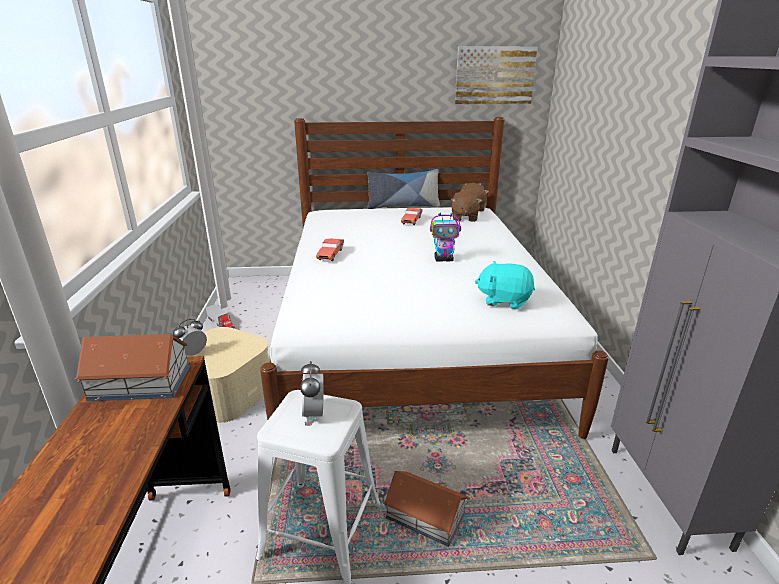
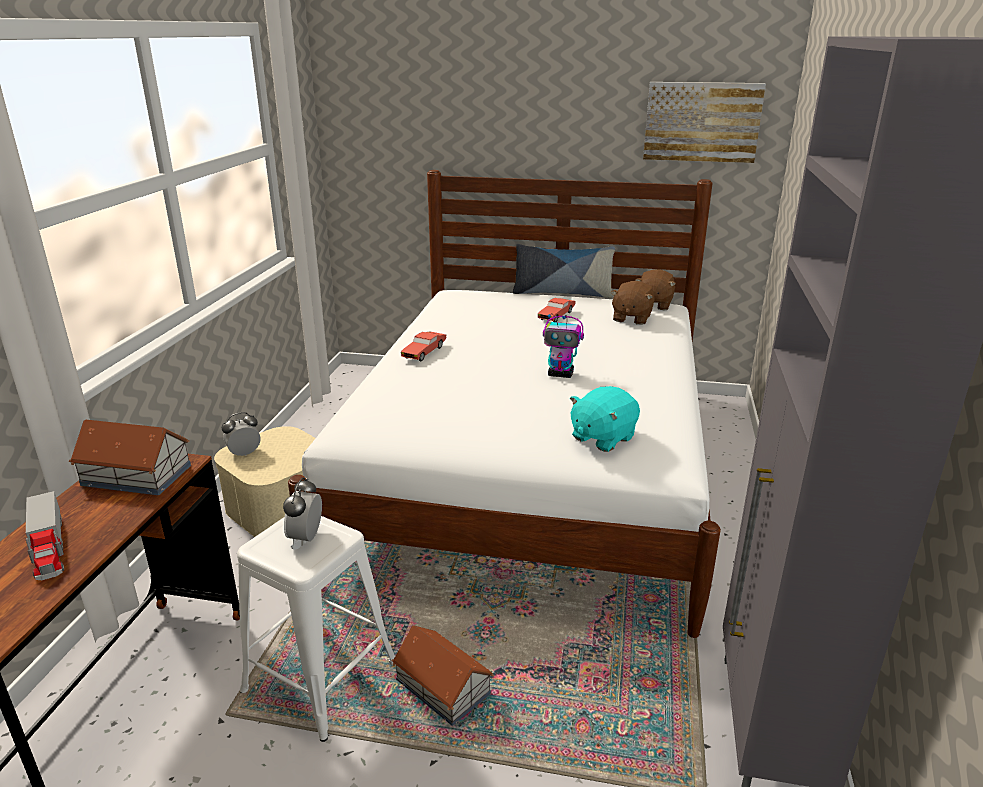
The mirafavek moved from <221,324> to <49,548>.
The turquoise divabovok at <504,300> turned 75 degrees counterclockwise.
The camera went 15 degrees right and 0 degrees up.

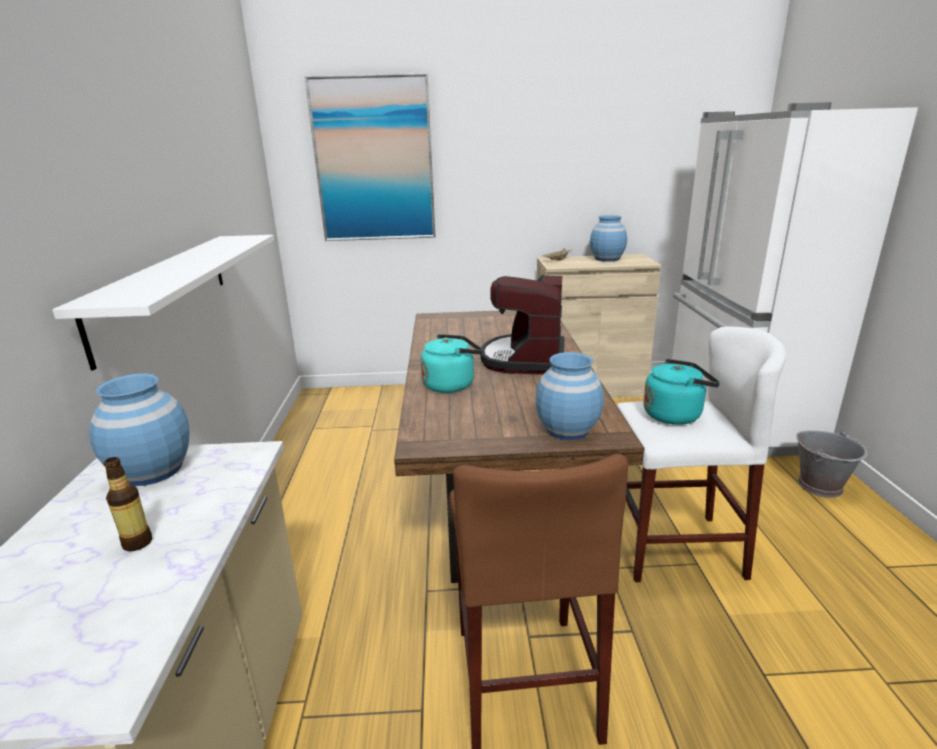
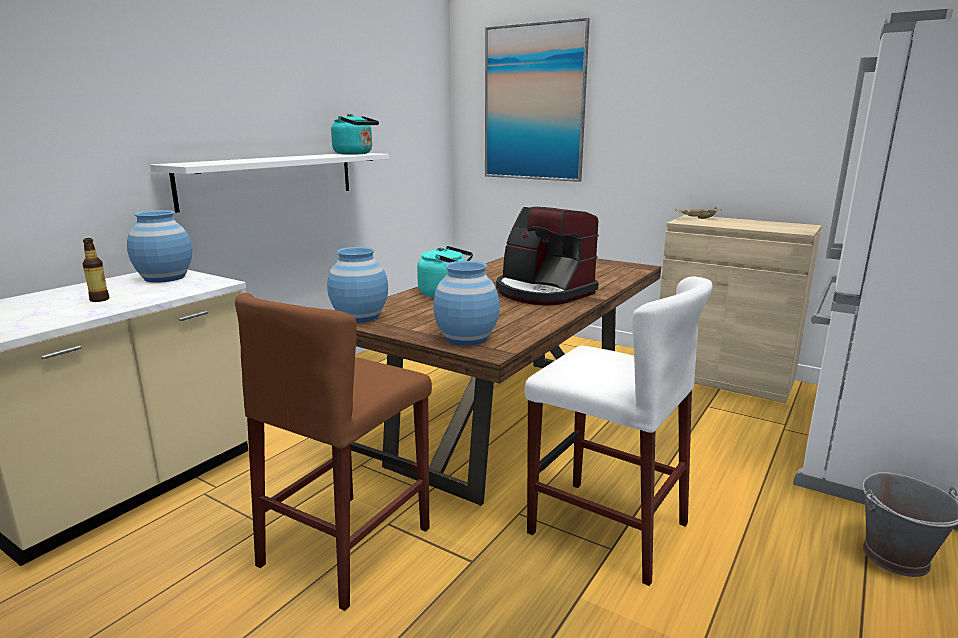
The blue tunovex moved from <606,259> to <359,316>.
The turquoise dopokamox moved from <675,415> to <355,154>.
The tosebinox at <525,359> turned 90 degrees counterclockwise.
The camera went 35 degrees right and 5 degrees down.

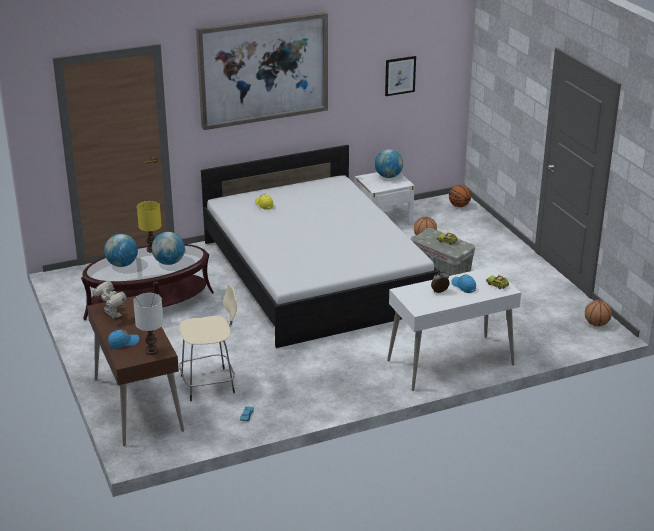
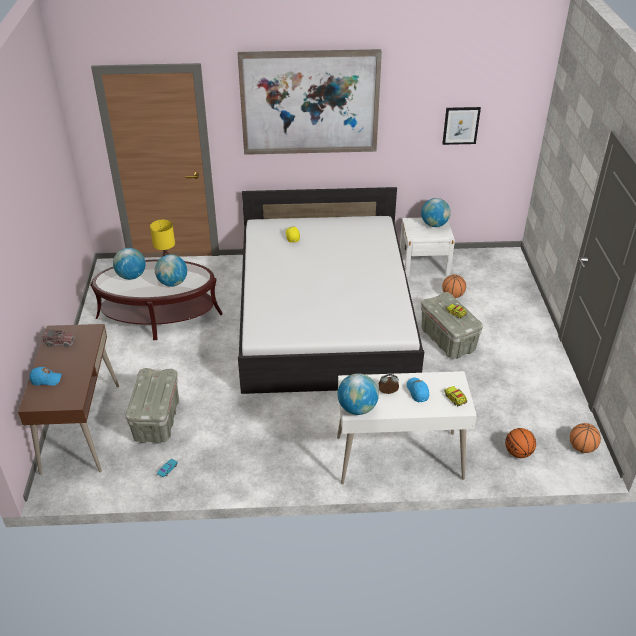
The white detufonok at <152,351> disappeared.
The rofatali at <357,408> appeared.
The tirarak moved from <459,205> to <518,452>.
The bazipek at <111,315> was replaced by the mirafavek at <59,342>.
The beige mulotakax at <210,384> was replaced by the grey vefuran at <157,421>.
The camera went 20 degrees right and 10 degrees up.

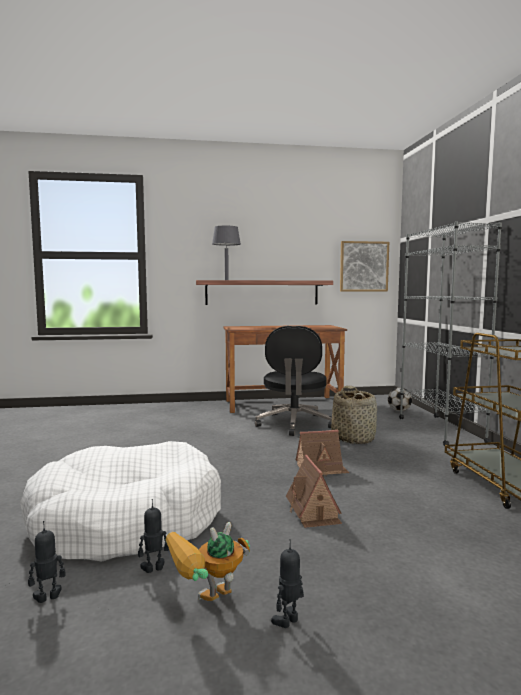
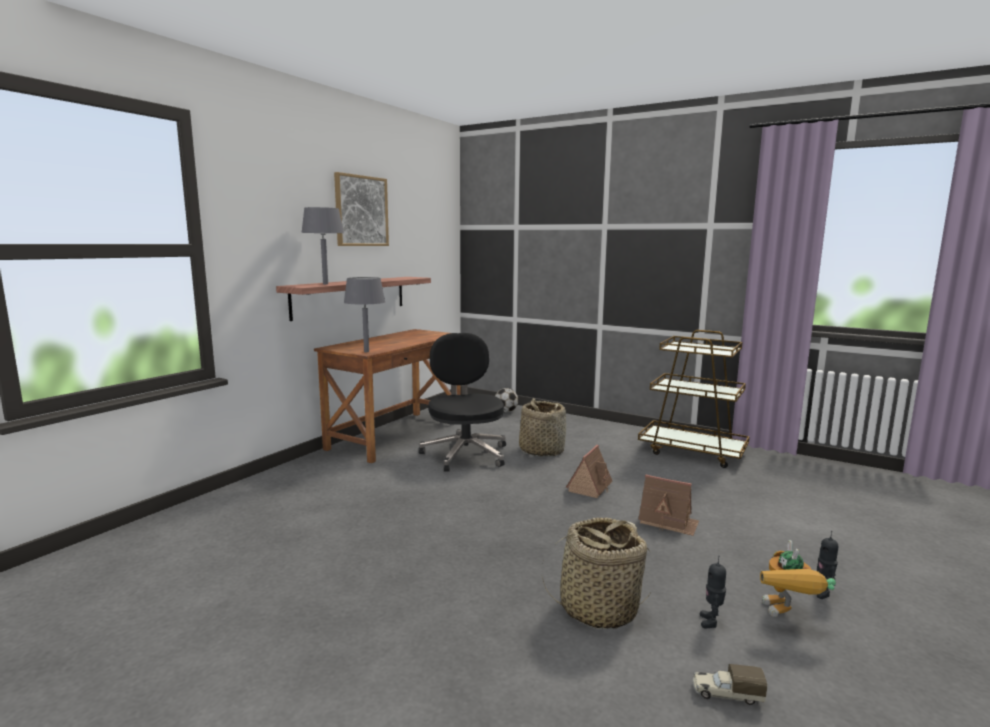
The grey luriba at <440,430> disappeared.
The grey detufonok at <366,351> appeared.
The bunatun moved from <363,266> to <361,211>.
The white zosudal at <126,520> was replaced by the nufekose at <598,608>.
The bazipek at <48,597> was replaced by the mirafavek at <726,694>.
The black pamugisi at <294,424> turned 150 degrees counterclockwise.
The camera went 50 degrees left and 5 degrees up.

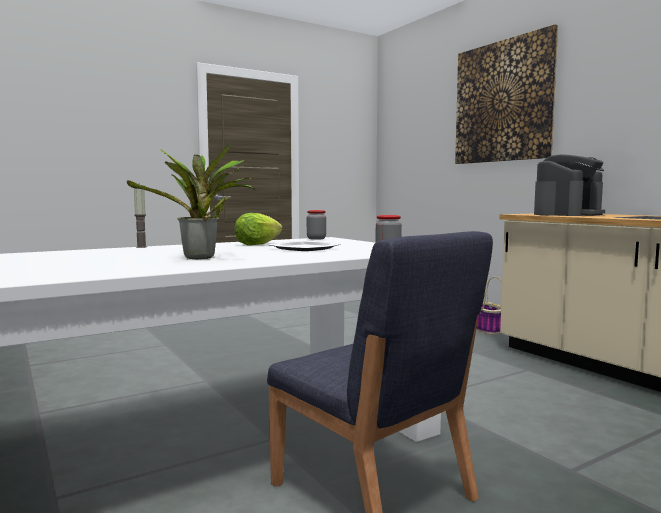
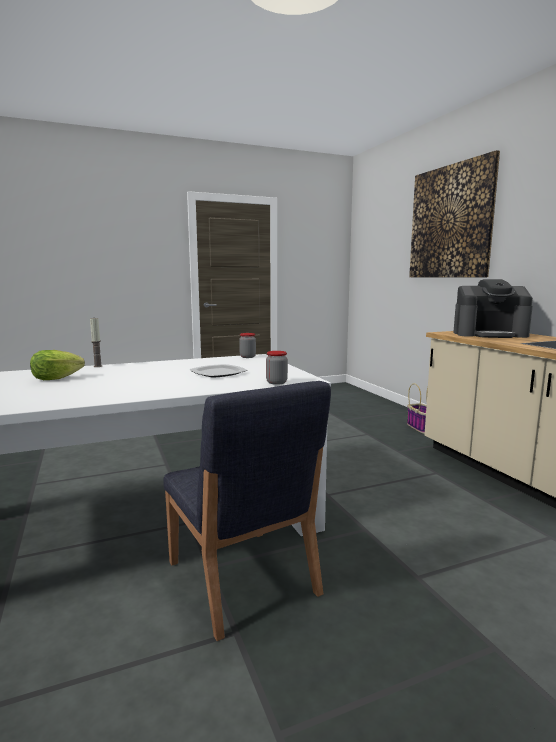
The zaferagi at <201,258> disappeared.
The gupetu moved from <257,244> to <56,379>.
The tosebinox at <568,214> turned 45 degrees clockwise.
The camera went 10 degrees right and 5 degrees up.

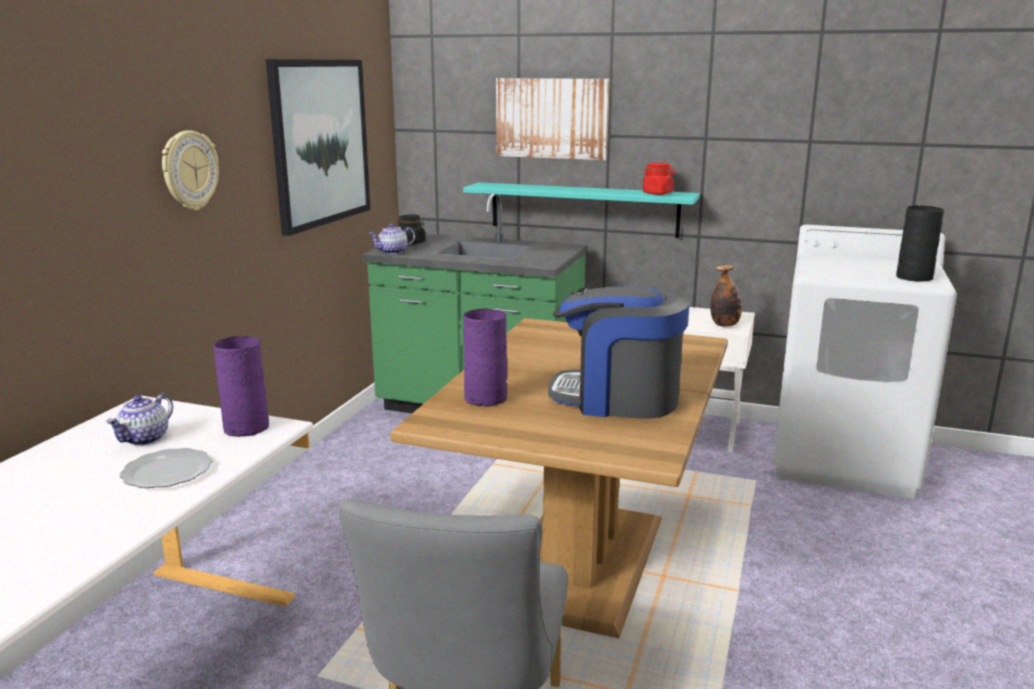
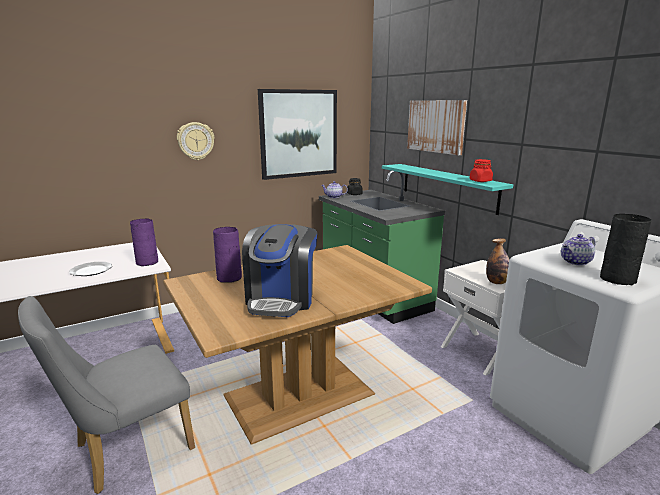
The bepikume moved from <145,439> to <575,262>.
The tosebinox at <617,398> turned 135 degrees counterclockwise.
The camera went 40 degrees right and 0 degrees up.

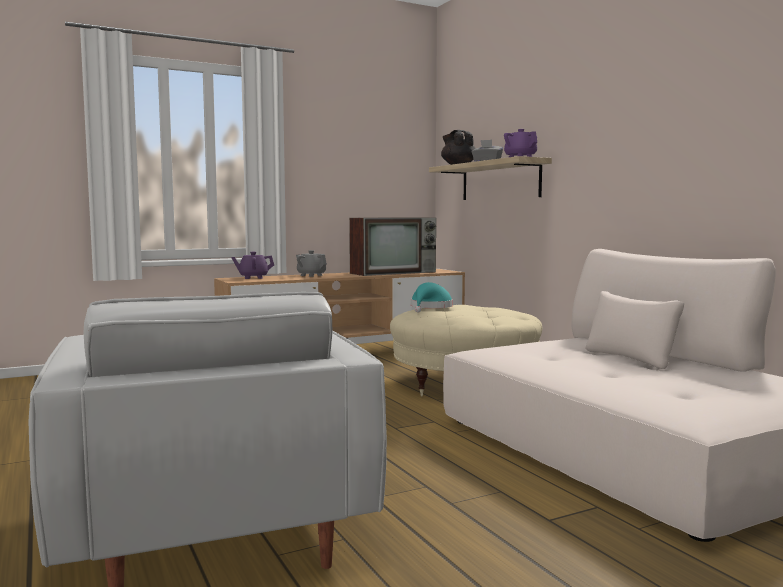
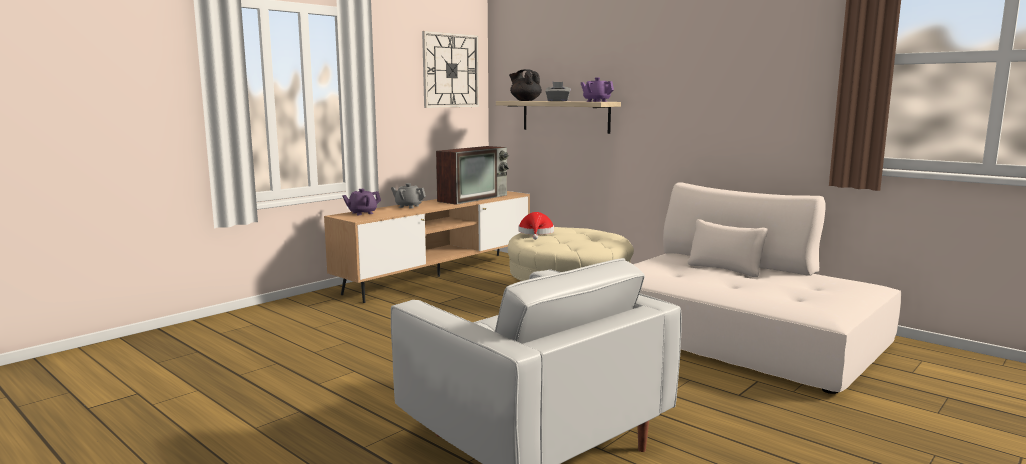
The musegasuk at <450,70> appeared.
The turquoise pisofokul at <430,308> became the red pisofokul at <536,233>.
The camera went 20 degrees left and 5 degrees up.

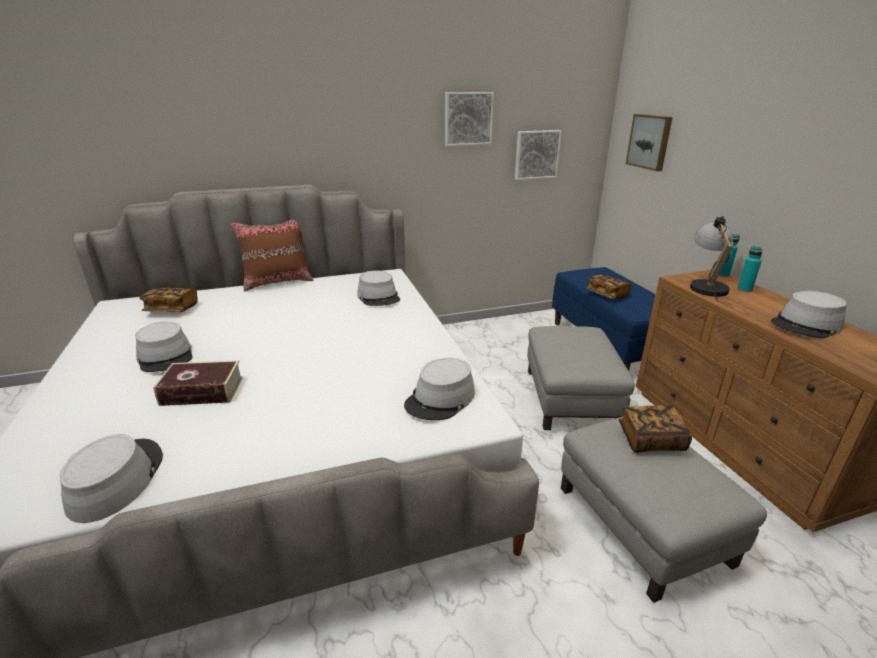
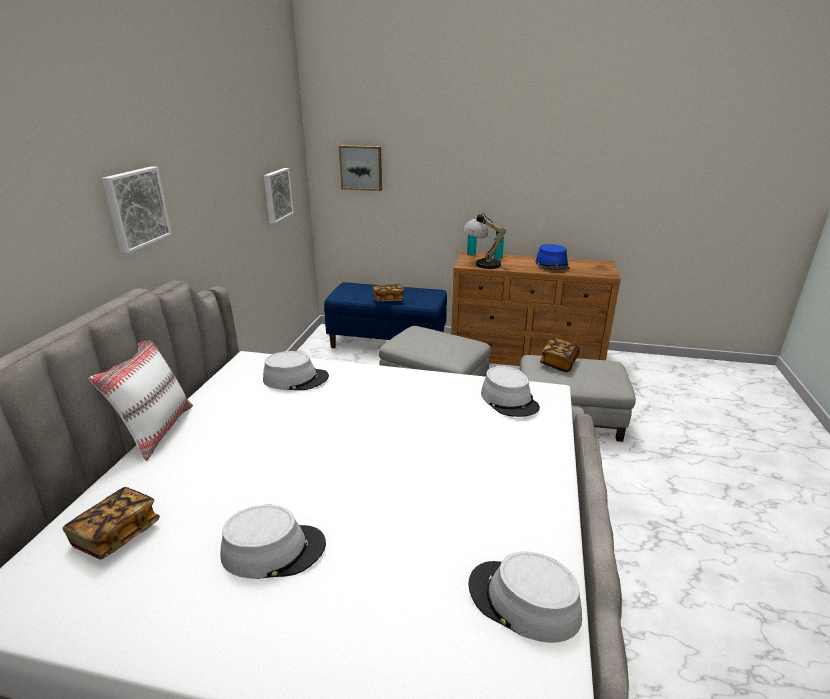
The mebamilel at <202,391> disappeared.
The bunatun moved from <467,119> to <135,208>.
The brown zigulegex at <278,282> became the white zigulegex at <157,430>.
The grey pisofokul at <806,325> became the blue pisofokul at <552,265>.
The camera went 60 degrees left and 0 degrees up.

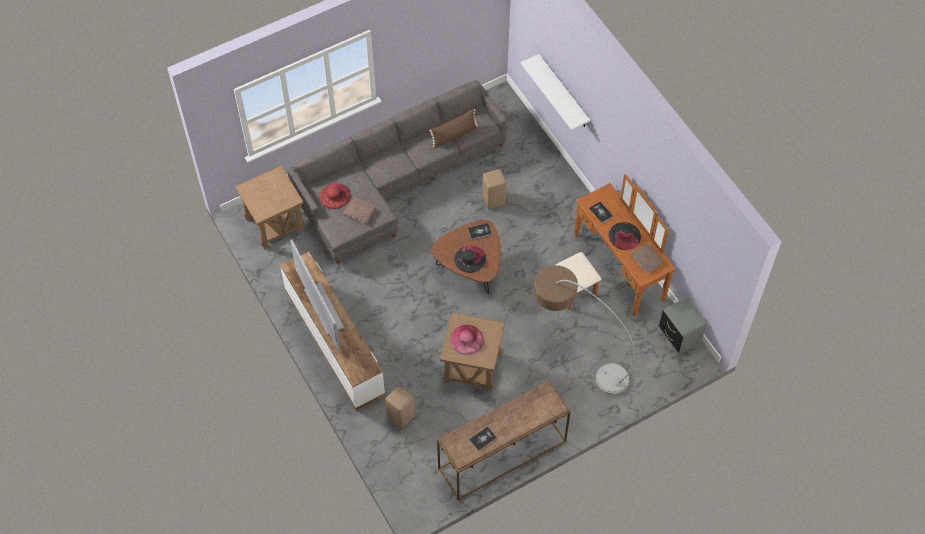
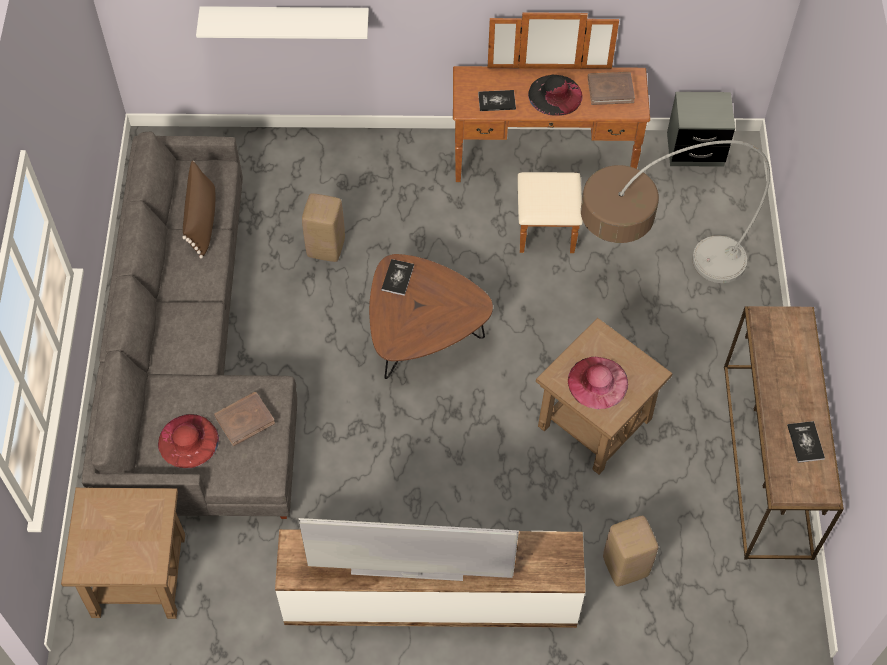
The black pisofokul at <470,259> disappeared.
The camera went 60 degrees left and 0 degrees up.

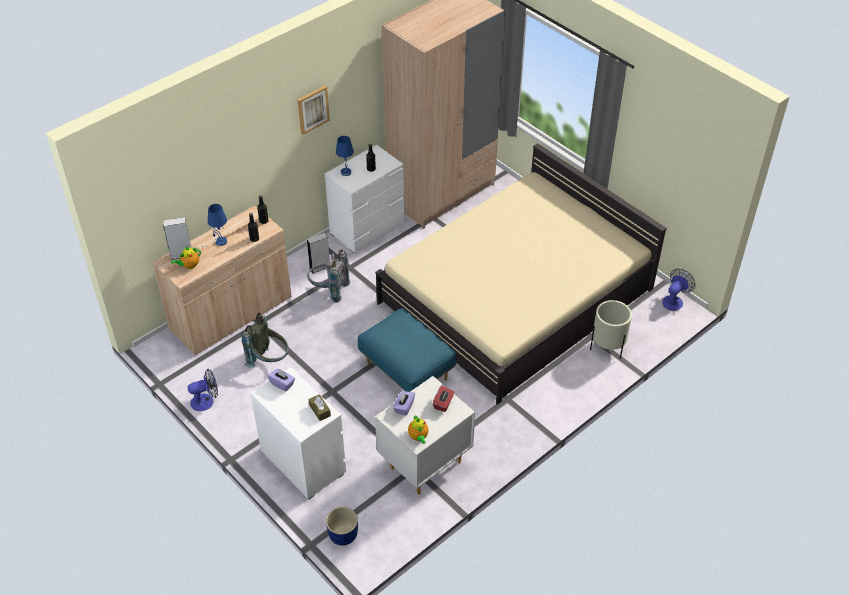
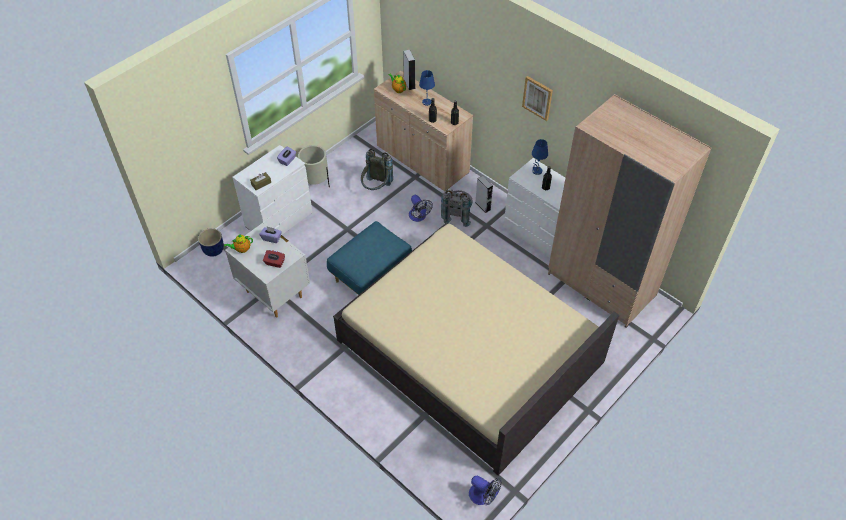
The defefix moved from <206,401> to <418,217>.
The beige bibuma moved from <607,348> to <316,183>.
The camera went 85 degrees right and 5 degrees up.

